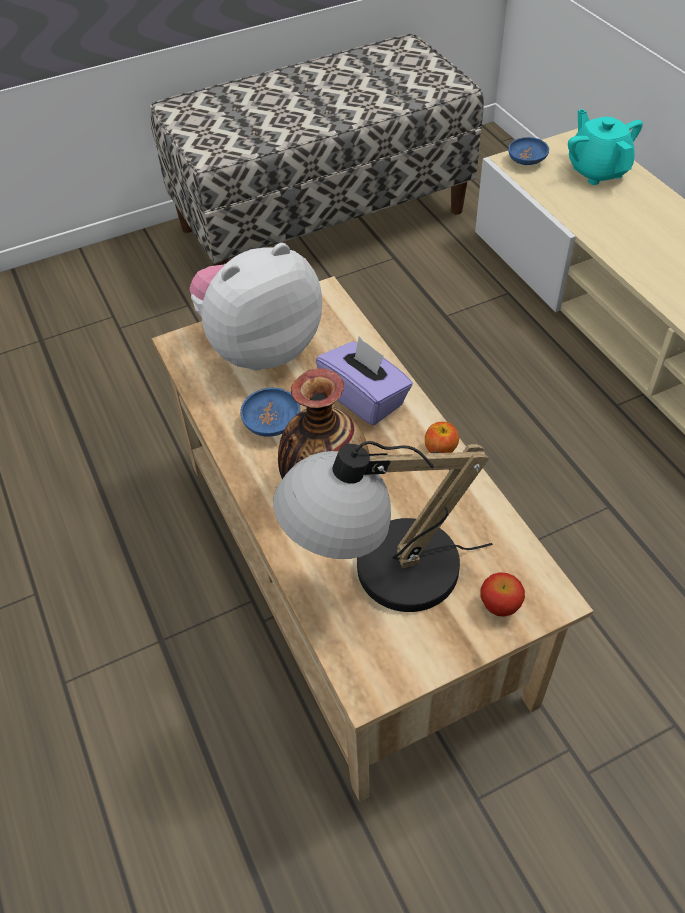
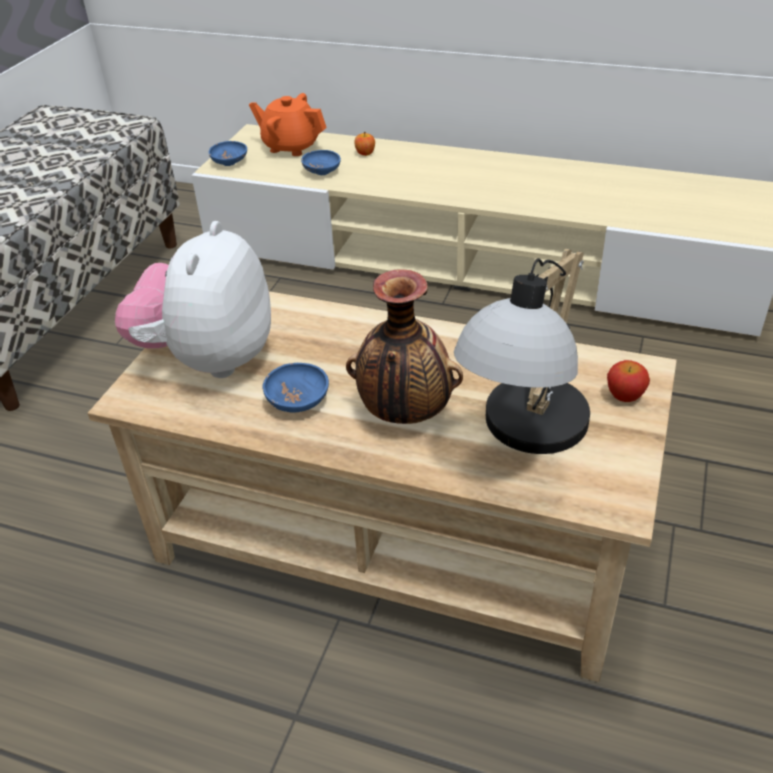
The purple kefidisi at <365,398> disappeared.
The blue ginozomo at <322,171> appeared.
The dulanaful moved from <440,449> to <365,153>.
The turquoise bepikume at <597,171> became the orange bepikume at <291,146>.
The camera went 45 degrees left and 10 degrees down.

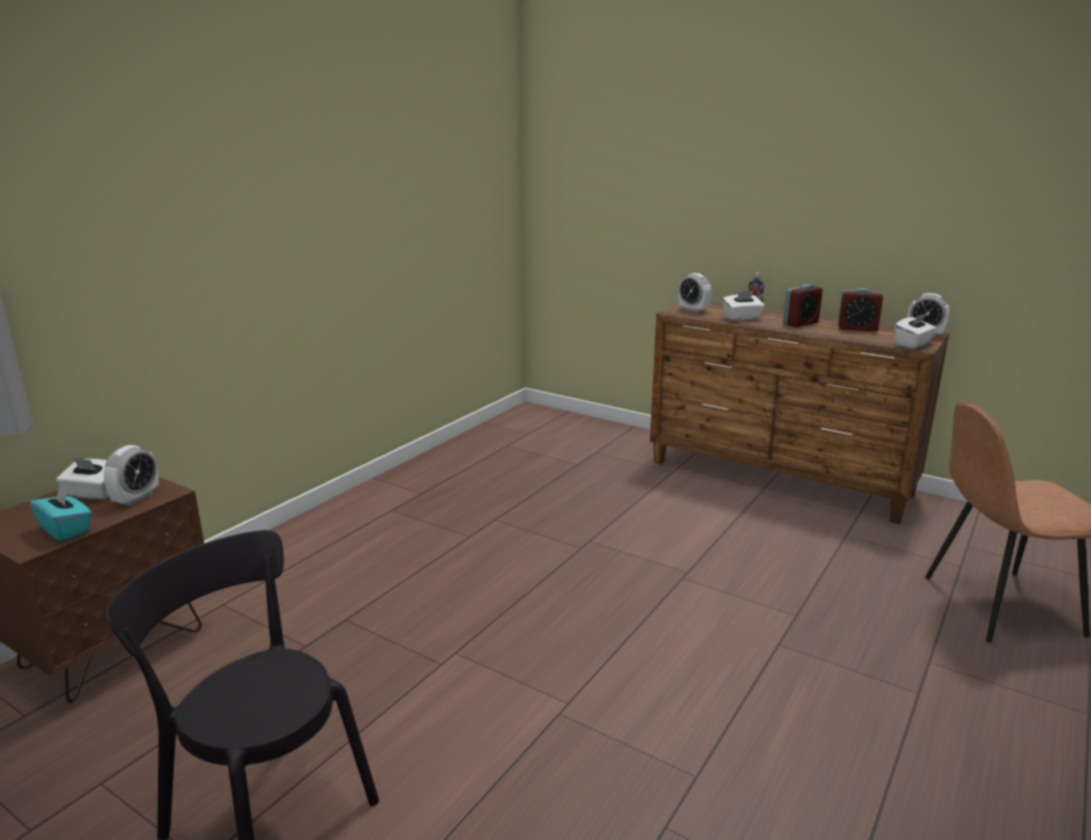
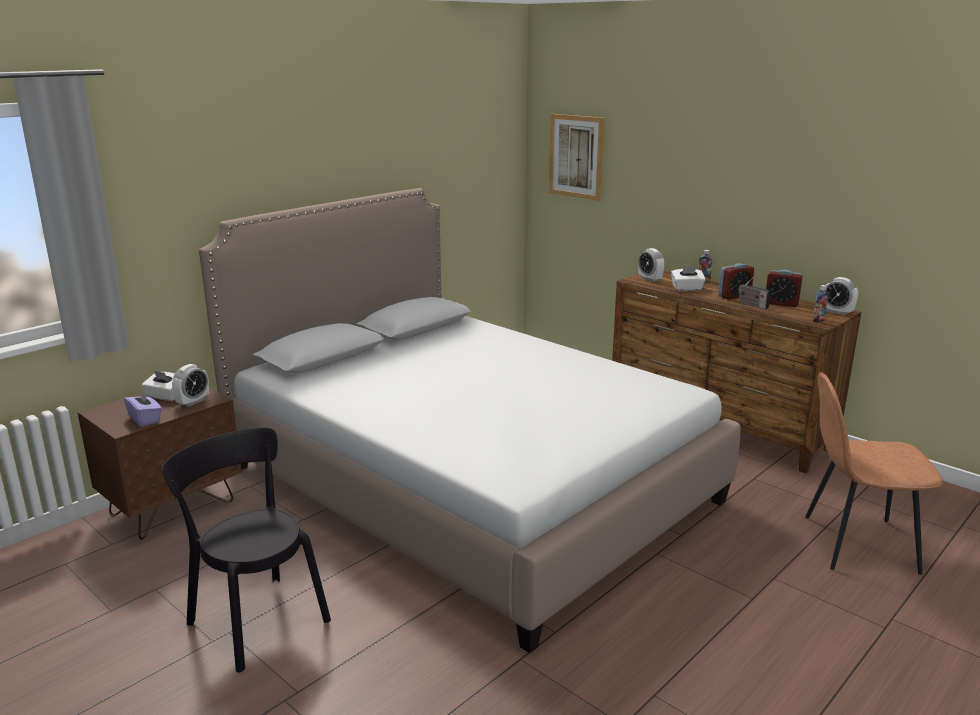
The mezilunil at <468,483> appeared.
The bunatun at <576,156> appeared.
The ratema at <751,305> appeared.
The white kefidisi at <913,344> was replaced by the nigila at <818,320>.
The turquoise kefidisi at <66,530> became the purple kefidisi at <145,419>.
The camera went 10 degrees right and 0 degrees up.

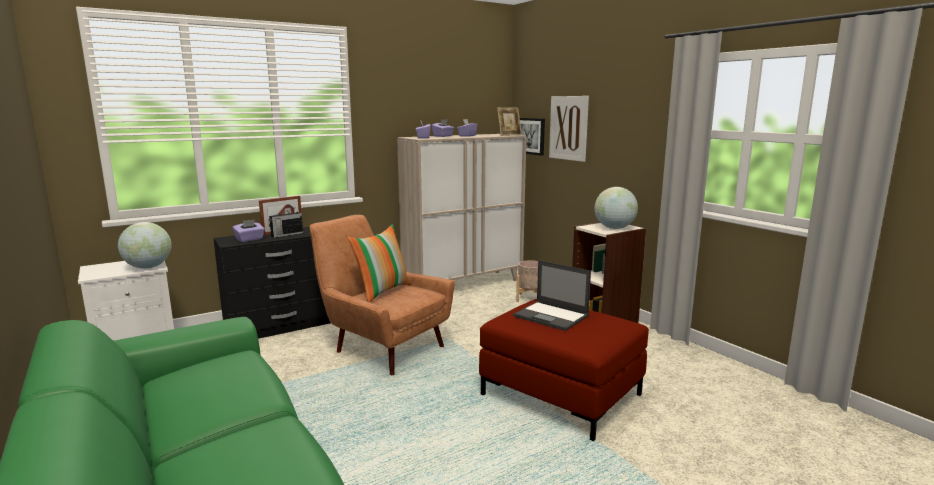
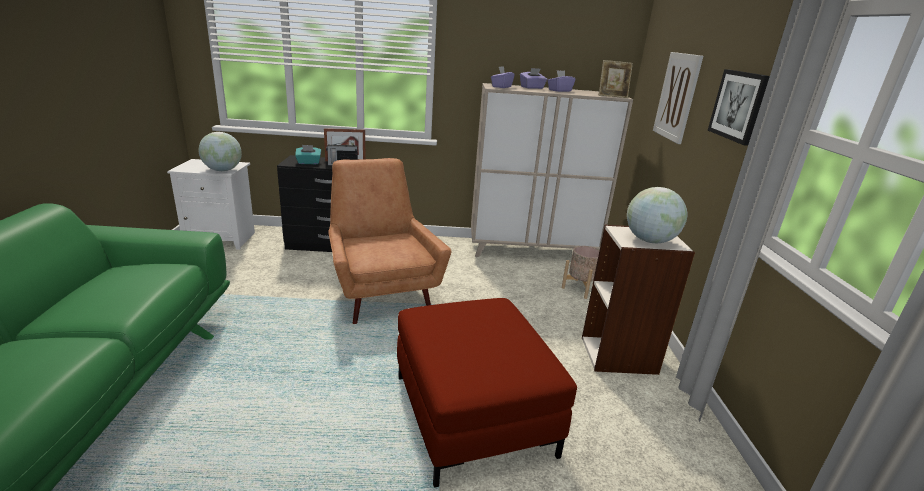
The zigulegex at <382,291> disappeared.
The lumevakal at <552,316> disappeared.
The bunatun moved from <531,136> to <739,106>.
The purple kefidisi at <249,239> became the turquoise kefidisi at <308,163>.
The camera went 30 degrees right and 10 degrees up.

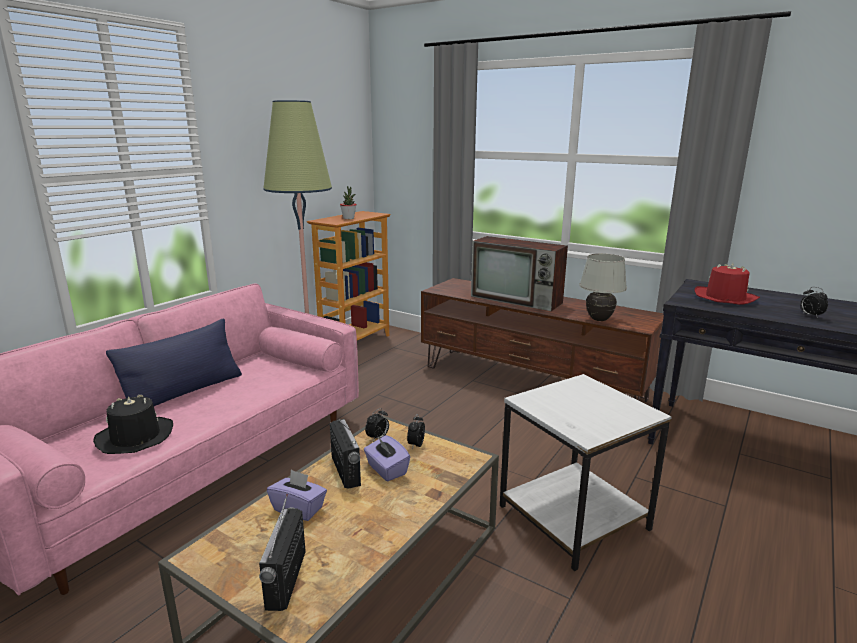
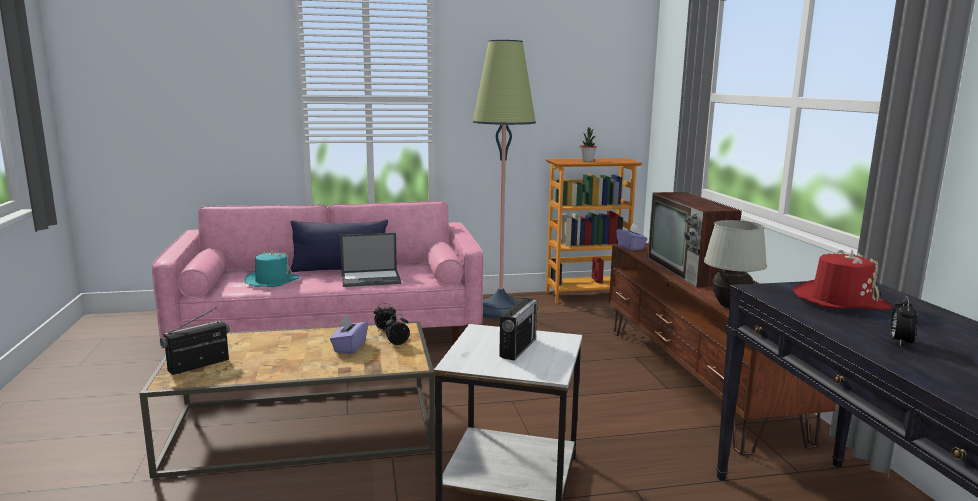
The lumevakal at <371,278> appeared.
The purple kefidisi moved from <299,508> to <631,247>.
The ratema moved from <345,471> to <518,348>.
The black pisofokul at <135,437> became the turquoise pisofokul at <272,281>.
The camera went 45 degrees right and 5 degrees down.

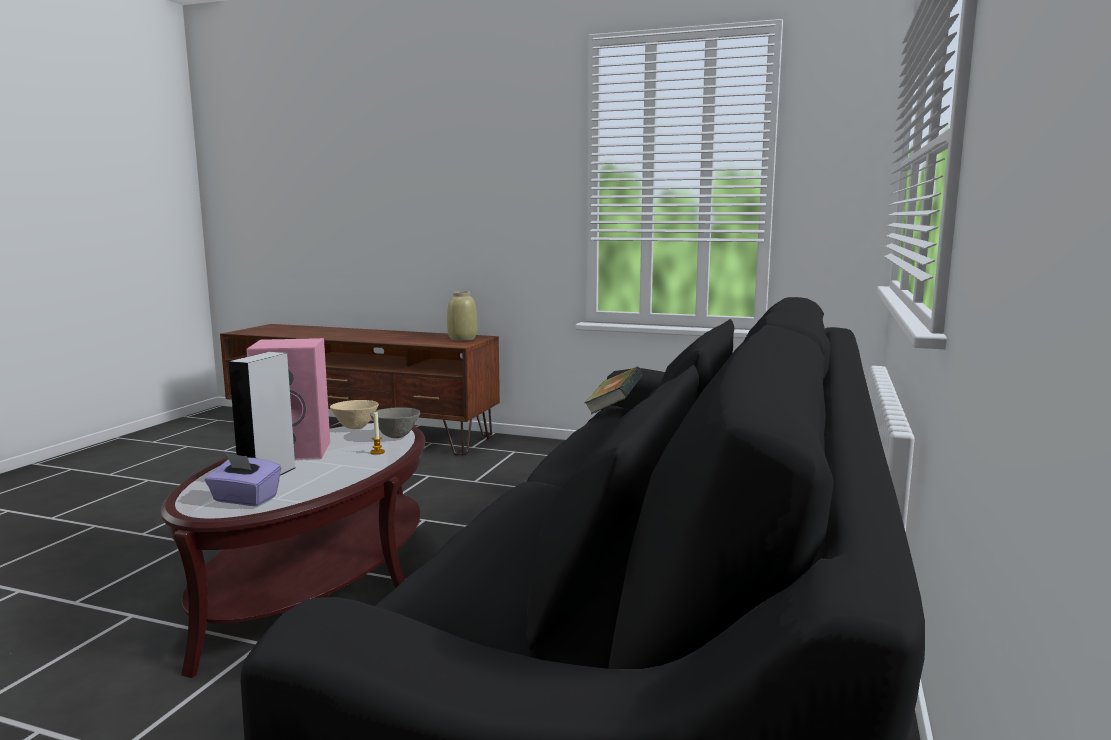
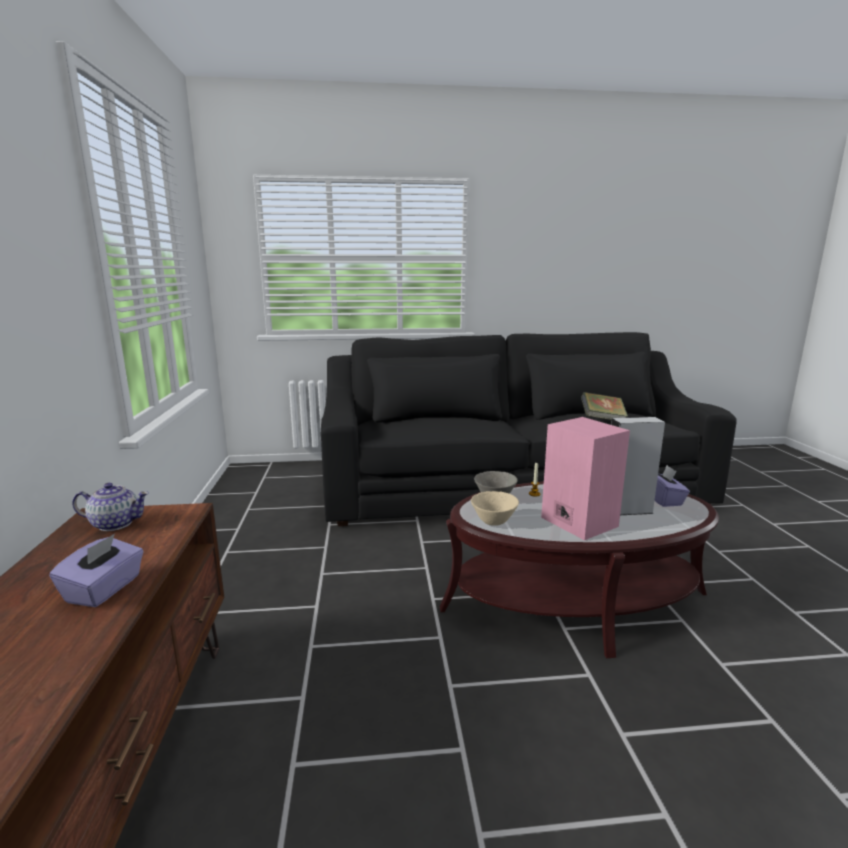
The purple kefidisi at <105,589> appeared.
The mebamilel moved from <613,409> to <602,419>.
The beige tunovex at <463,339> was replaced by the bepikume at <115,523>.
The camera went 115 degrees left and 5 degrees up.

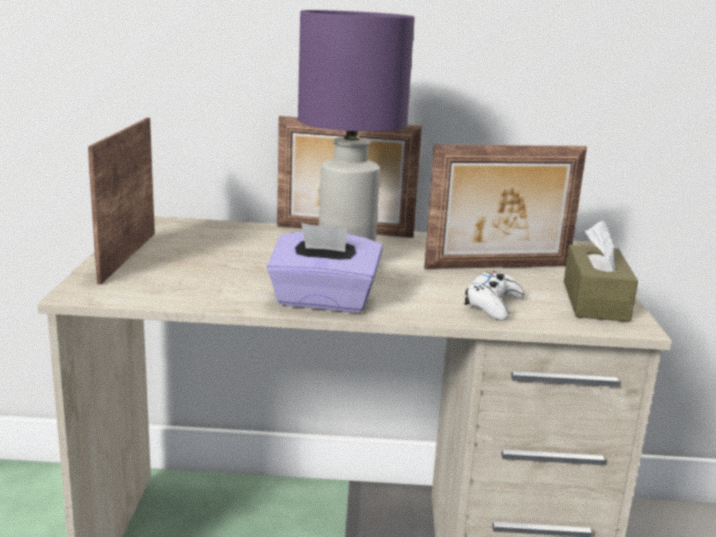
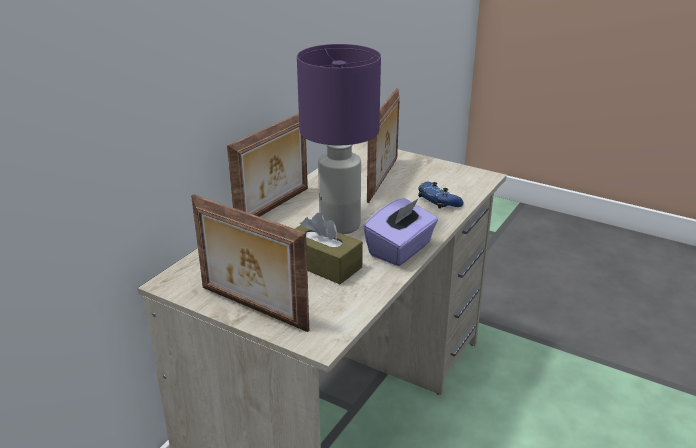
The brown kefidisi moved from <595,301> to <323,264>.
The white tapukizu at <493,305> became the blue tapukizu at <438,201>.
The camera went 60 degrees left and 10 degrees up.

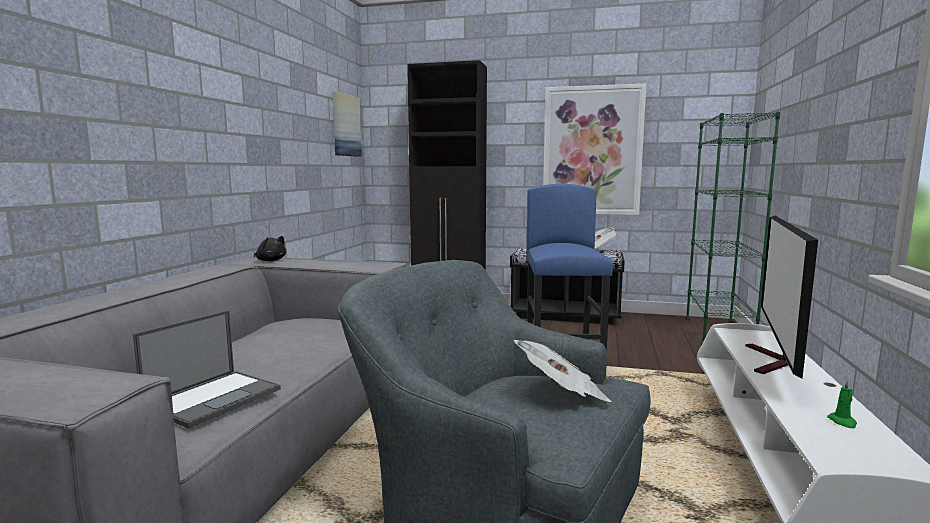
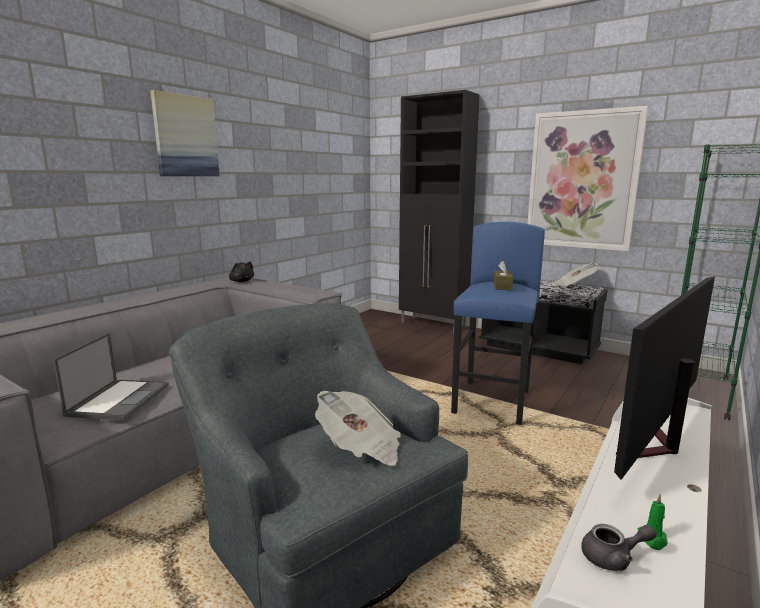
The brown kefidisi at <502,286> appeared.
The grey bepikume at <613,558> appeared.
The bunatun moved from <346,125> to <185,136>.
The lumevakal at <214,398> turned 45 degrees counterclockwise.
The camera went 20 degrees right and 5 degrees up.

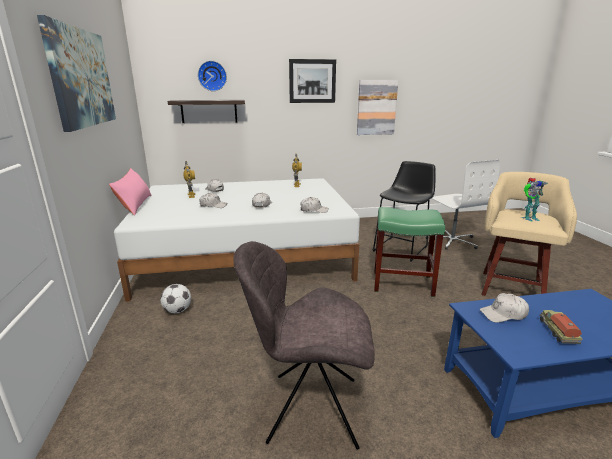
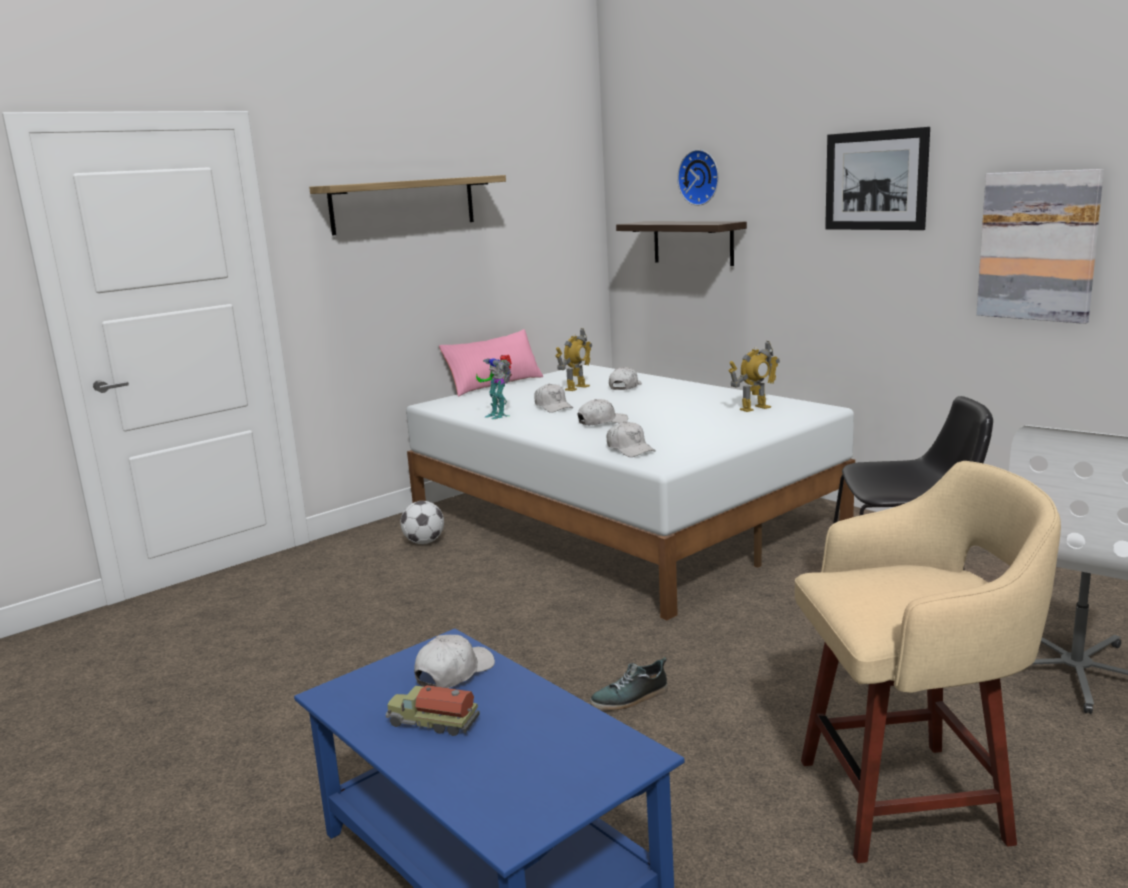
The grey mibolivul at <309,408> disappeared.
The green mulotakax at <403,283> disappeared.
The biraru at <630,698> appeared.
The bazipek moved from <528,218> to <498,415>.
The bunatun at <81,78> was replaced by the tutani at <403,204>.
The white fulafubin at <503,314> turned 75 degrees clockwise.
The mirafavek at <557,331> turned 135 degrees counterclockwise.
The camera went 60 degrees right and 5 degrees down.

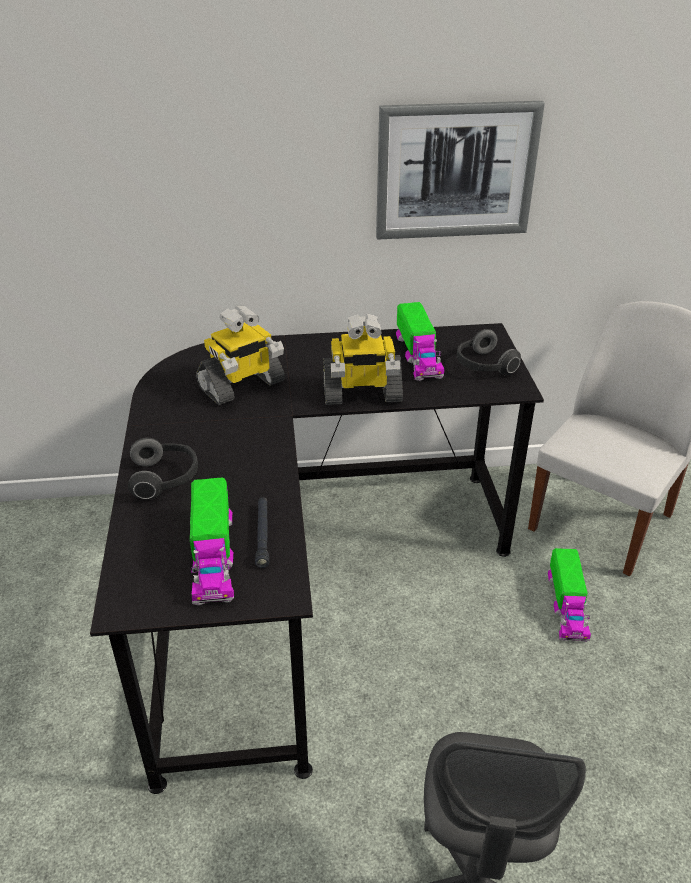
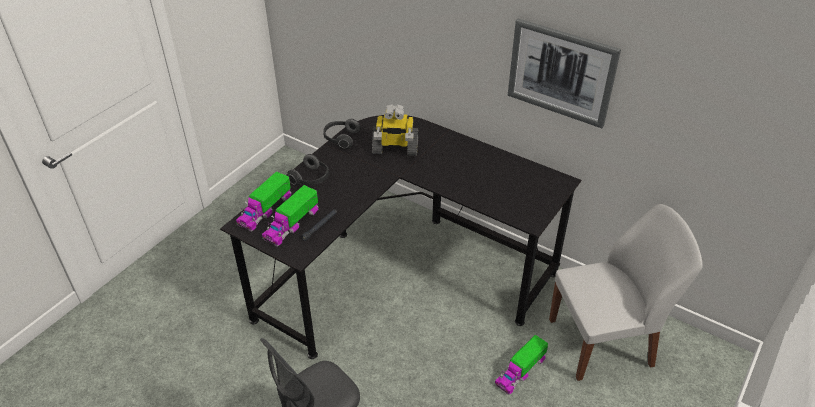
The bazipek at <361,394> disappeared.
The mirafavek moved from <418,355> to <265,210>.
The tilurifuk moved from <483,366> to <340,139>.
The camera went 40 degrees right and 5 degrees up.

